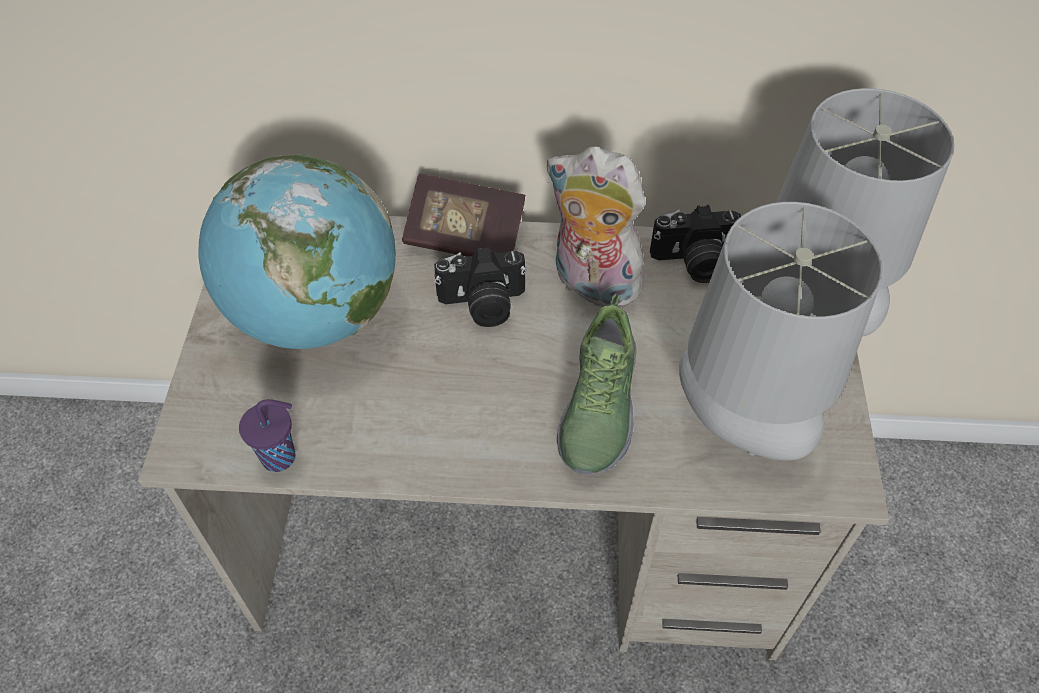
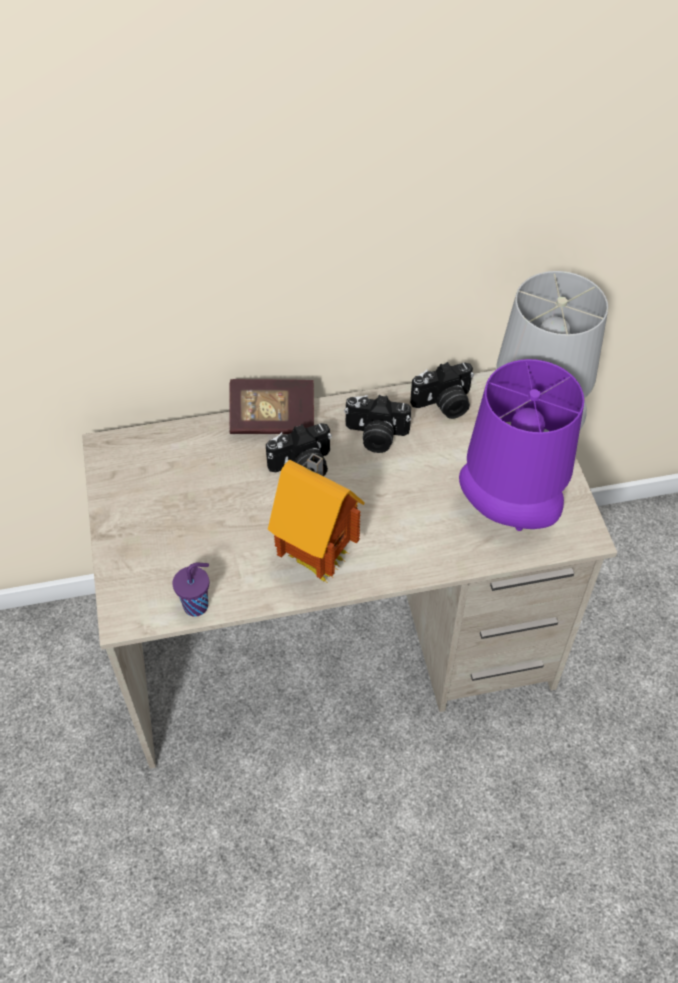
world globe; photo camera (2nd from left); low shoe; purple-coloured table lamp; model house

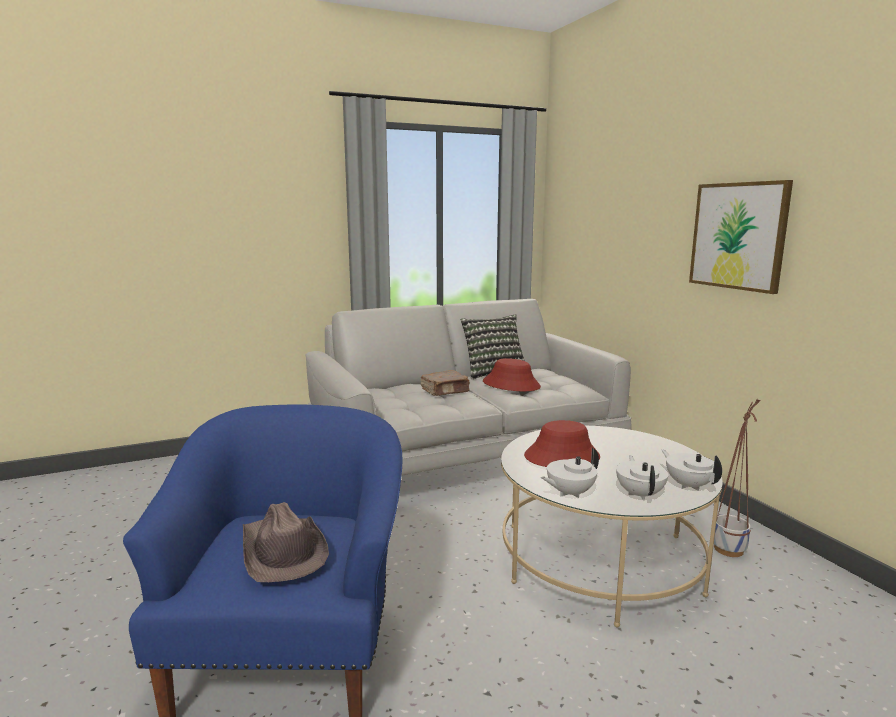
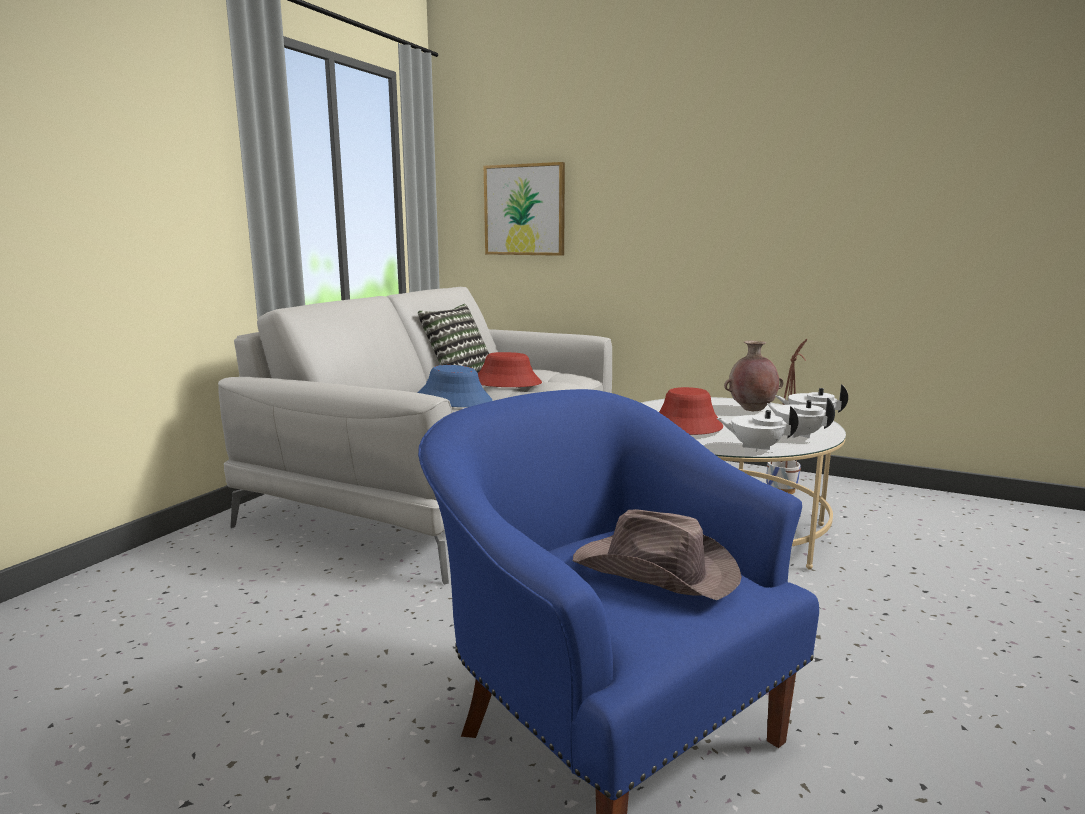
blue-coloured clothing hat; white-coloured teapot (1st from left); wall picture; brown-coloured flower vase

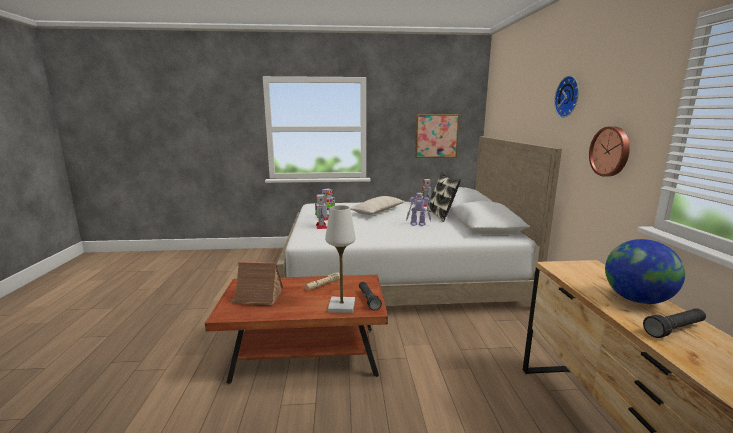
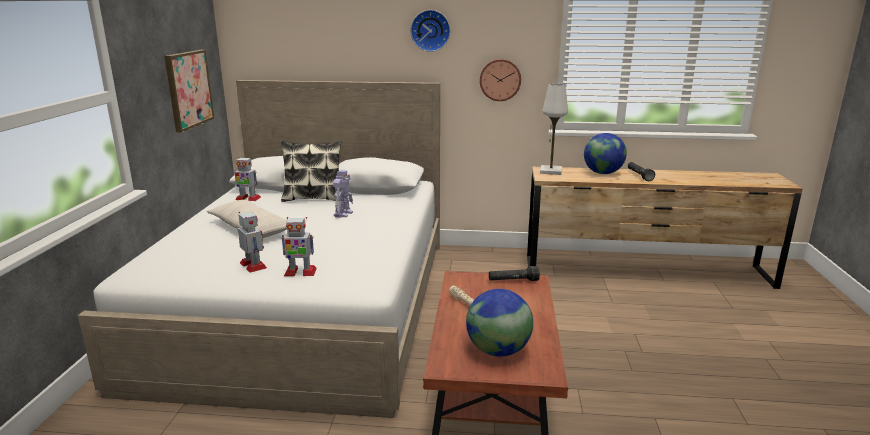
world globe (1st from left); white-coloured table lamp

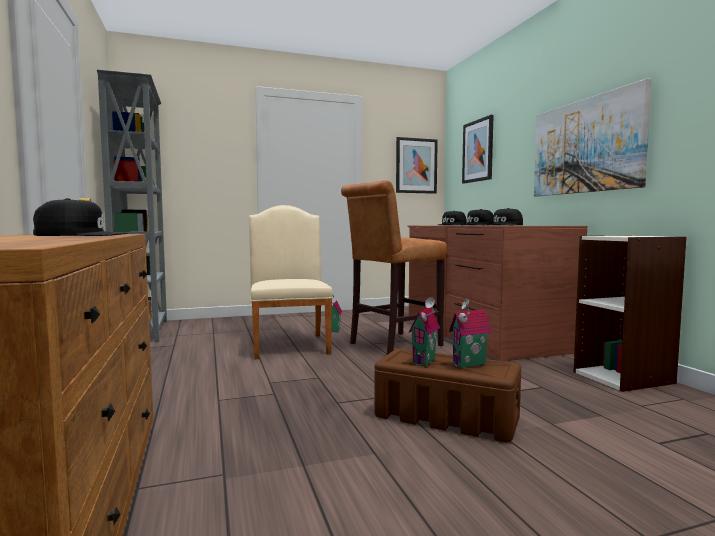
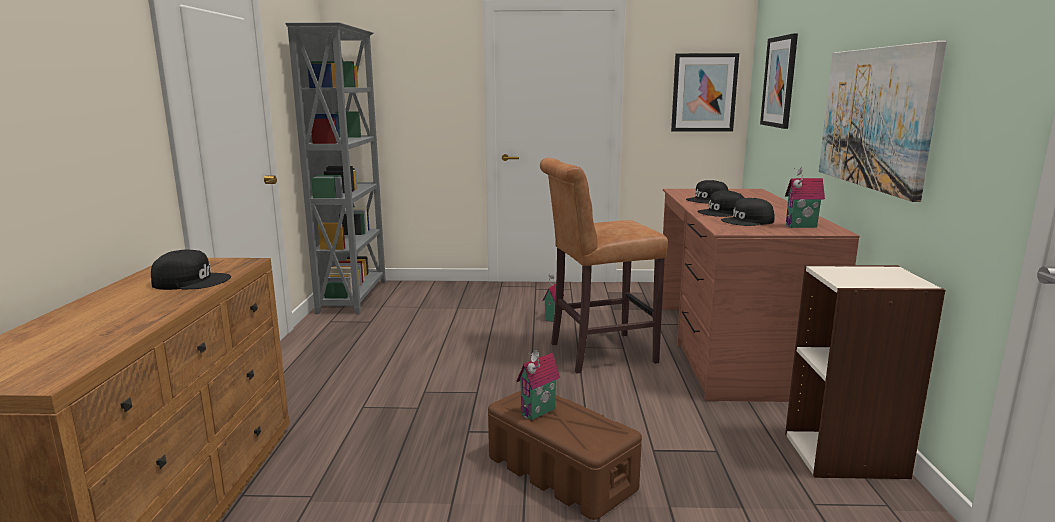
beige-coloured upright chair; model house (3rd from left)

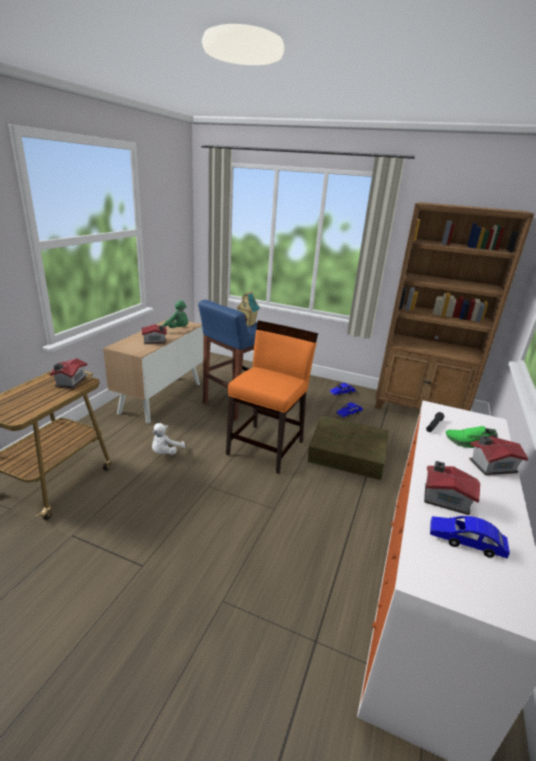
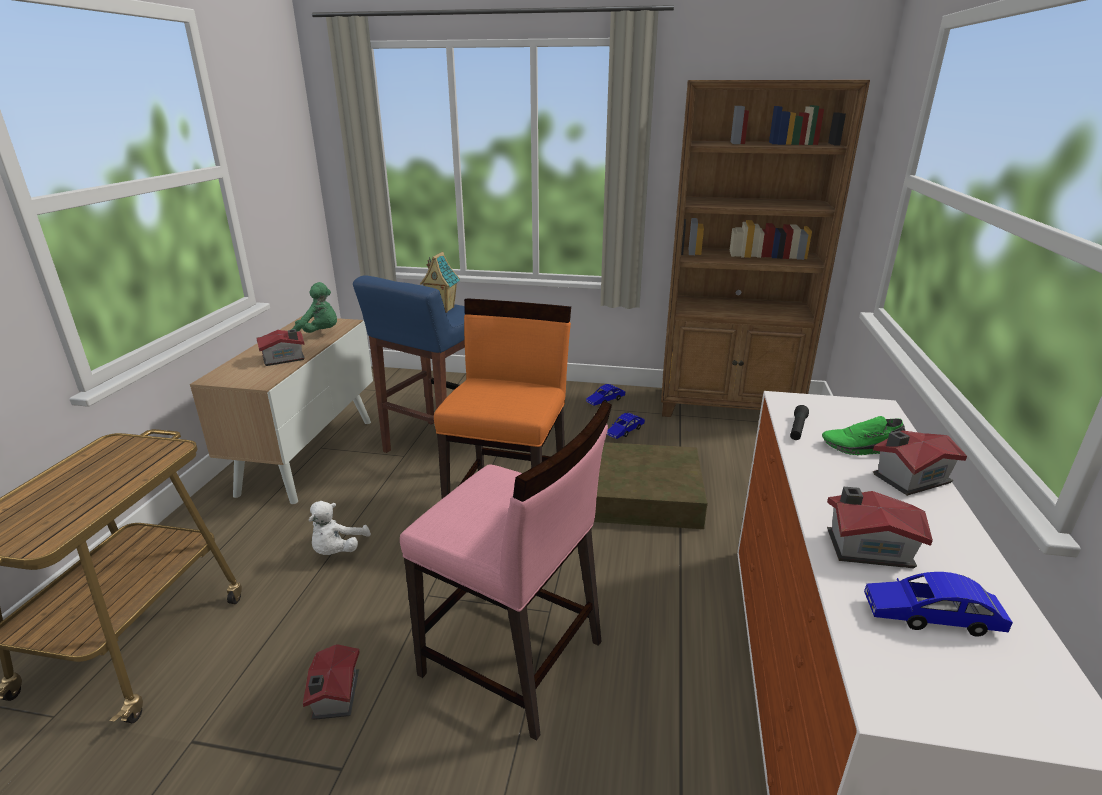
model house (2nd from left); pink upright chair

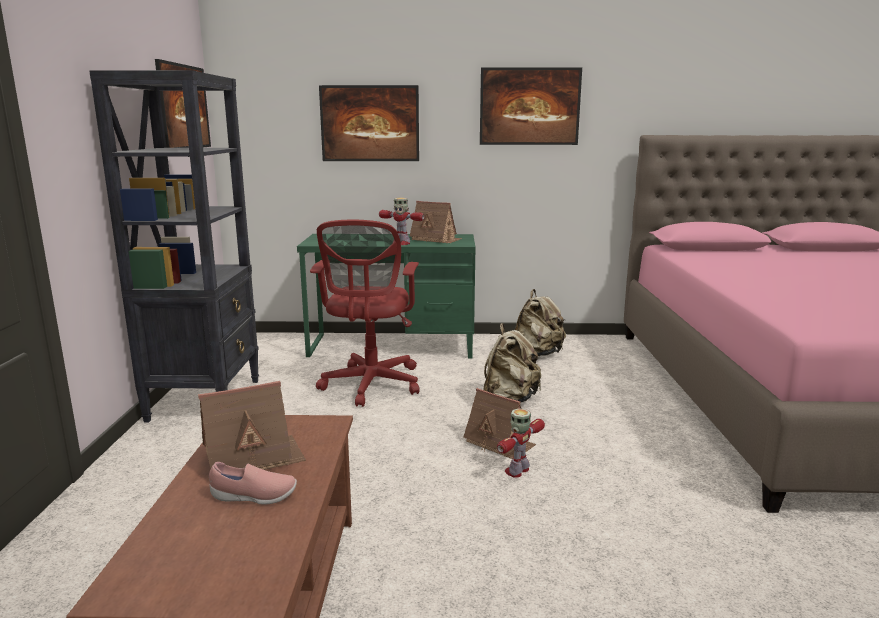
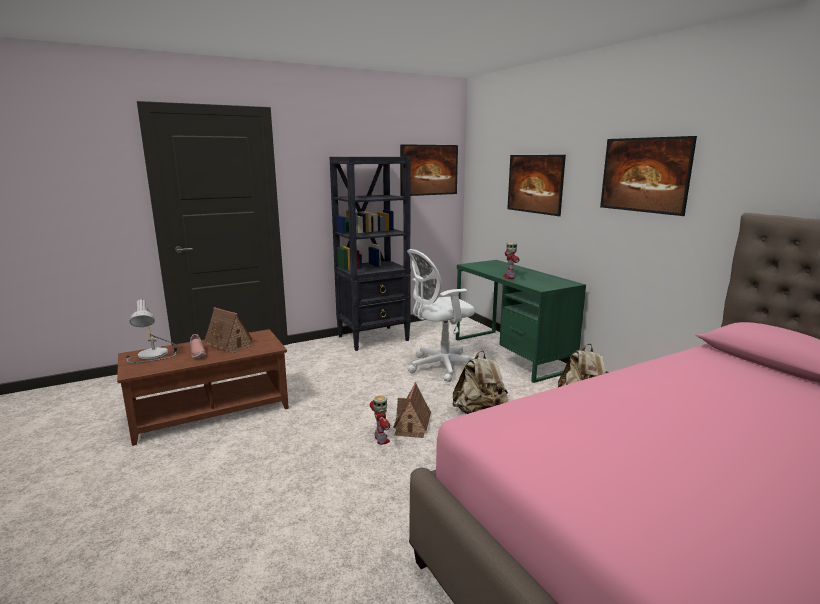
white-coloured office chair; model house (2nd from left in the first image); robot figure (1st from left); table lamp

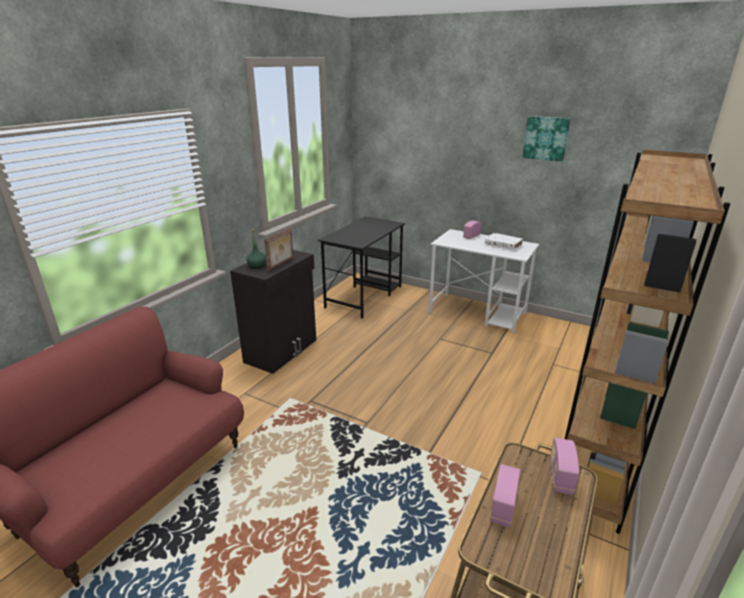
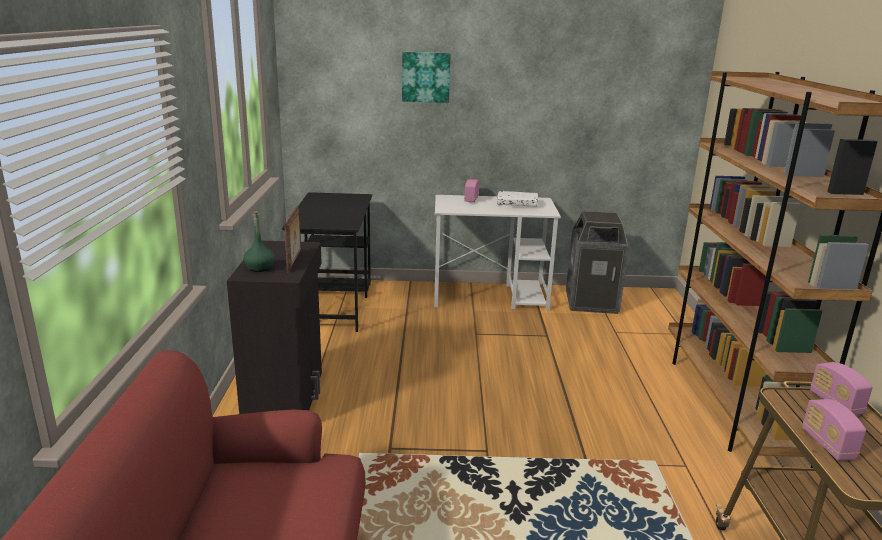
wall picture; trash can

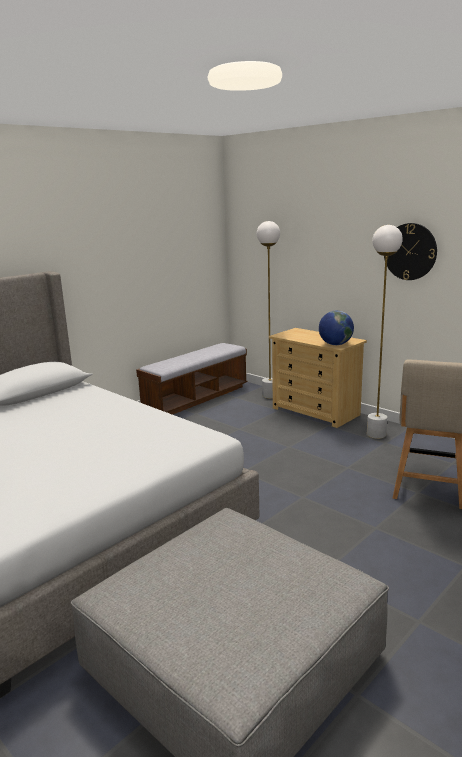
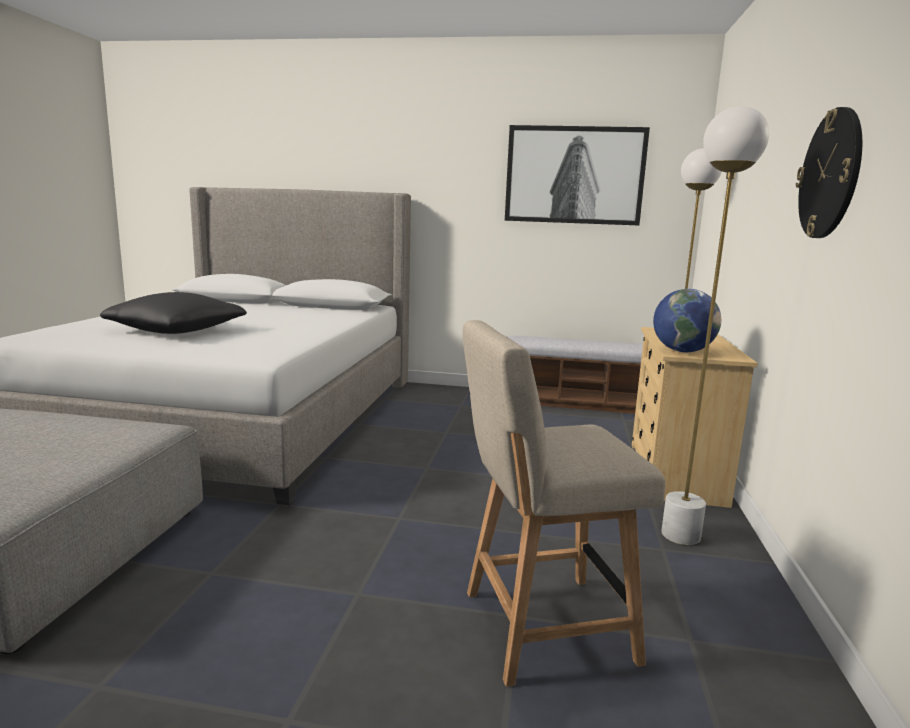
black cushion; wall picture

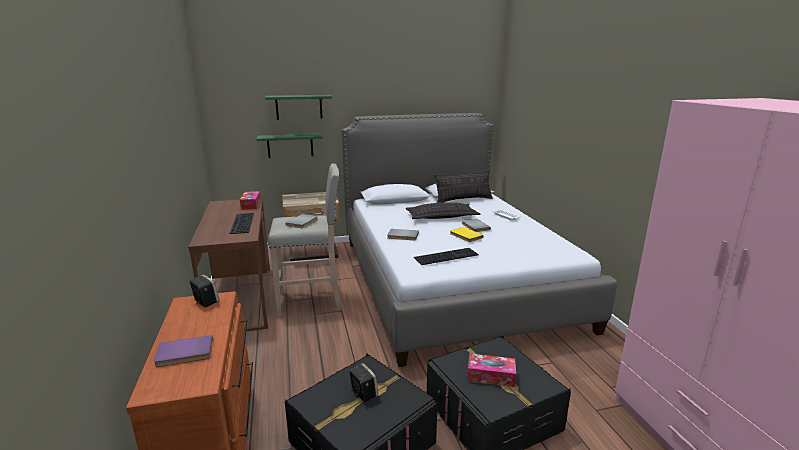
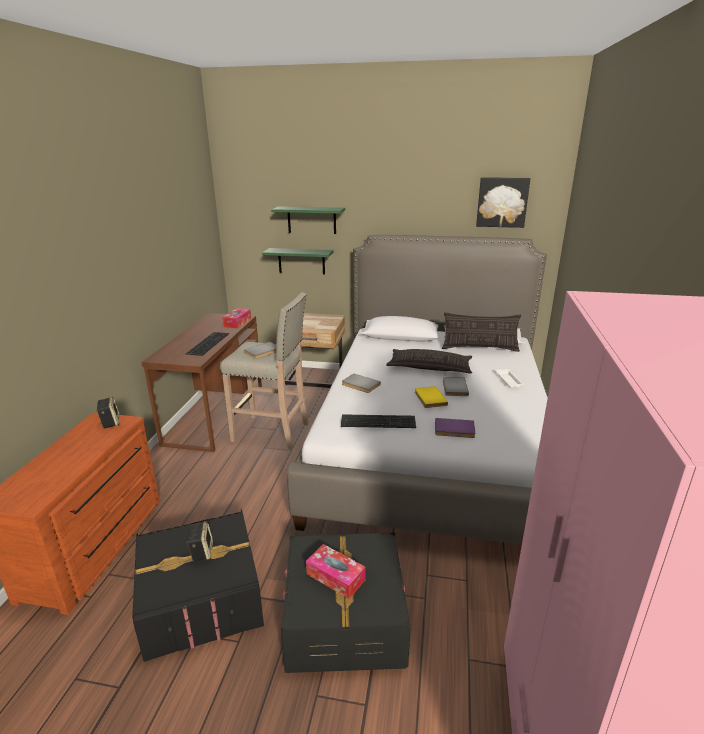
purple-coloured book; wall picture

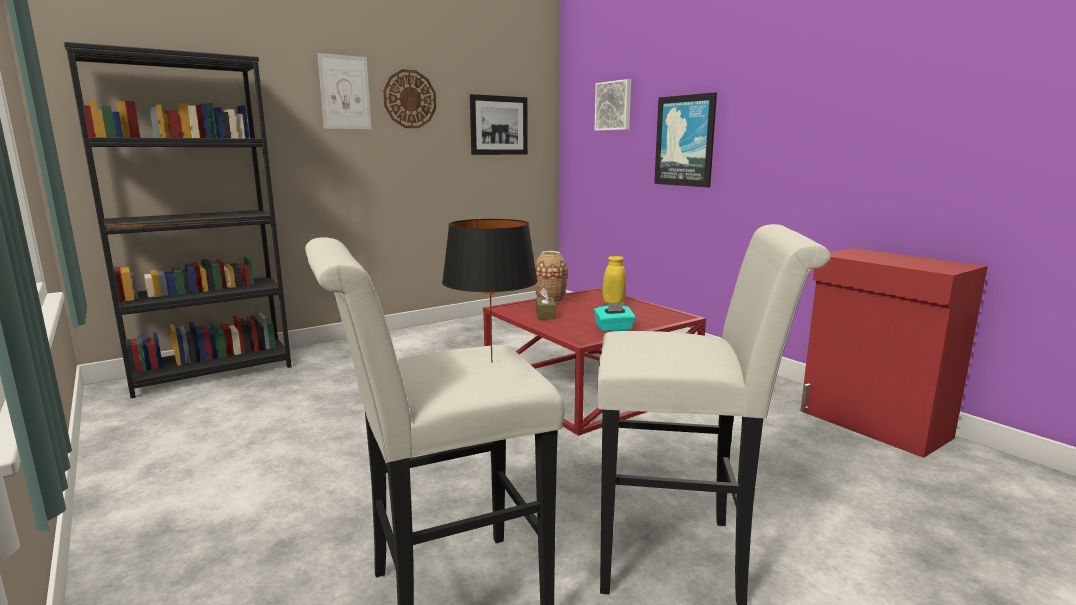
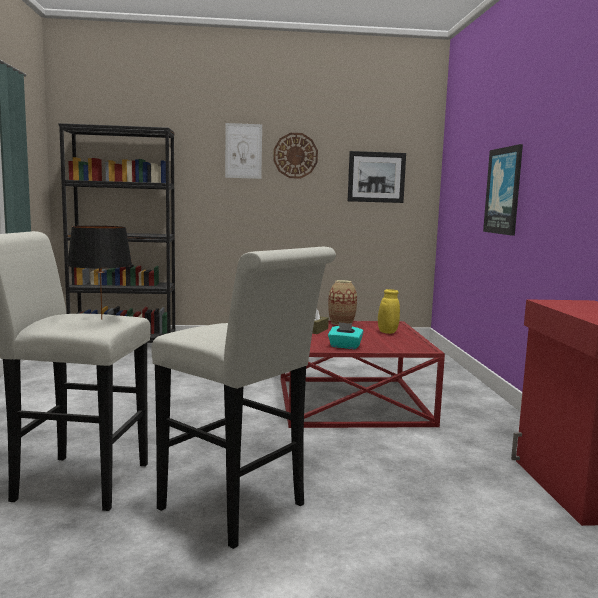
wall picture (3rd from left in the first image)

